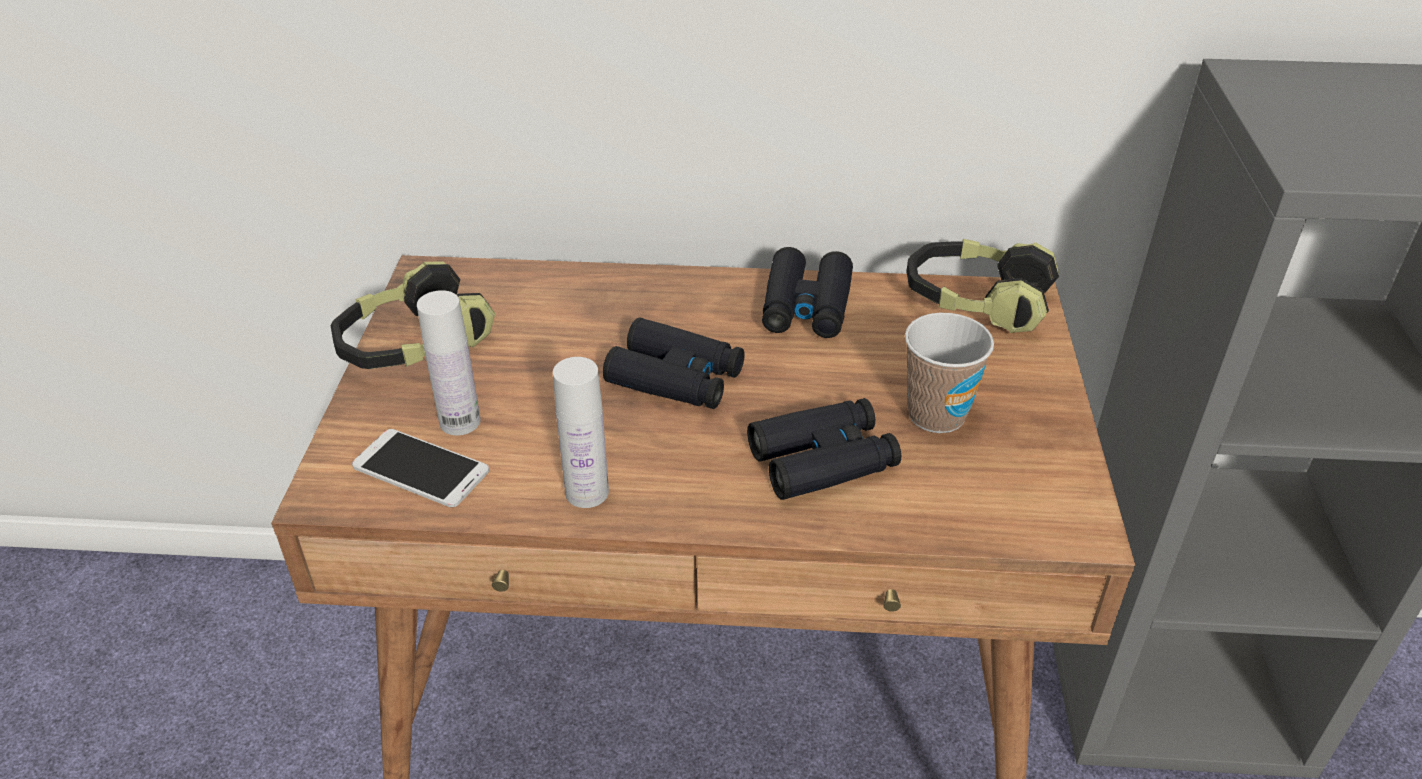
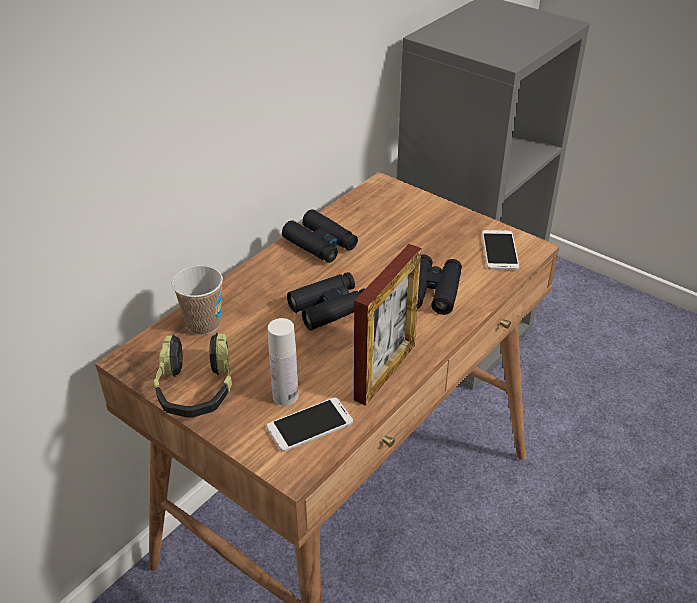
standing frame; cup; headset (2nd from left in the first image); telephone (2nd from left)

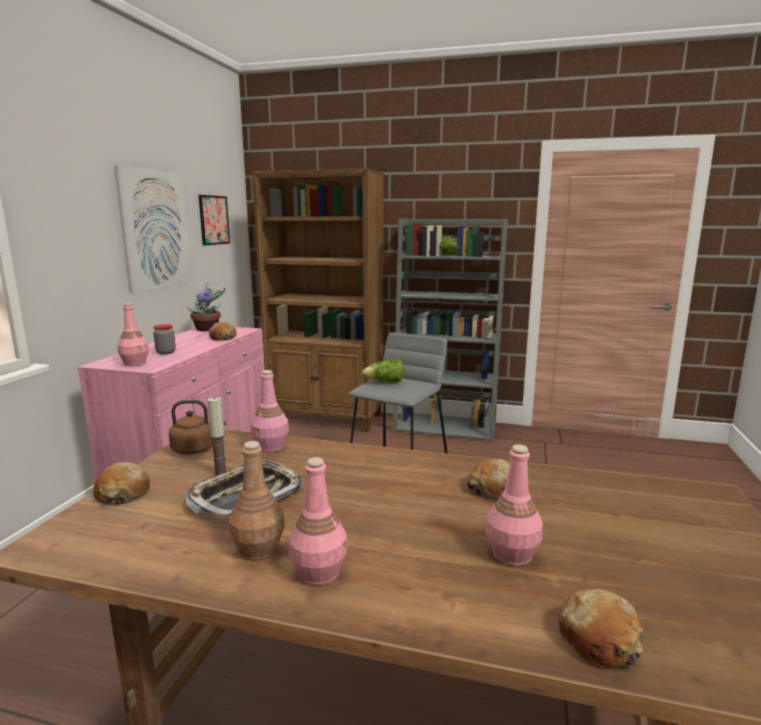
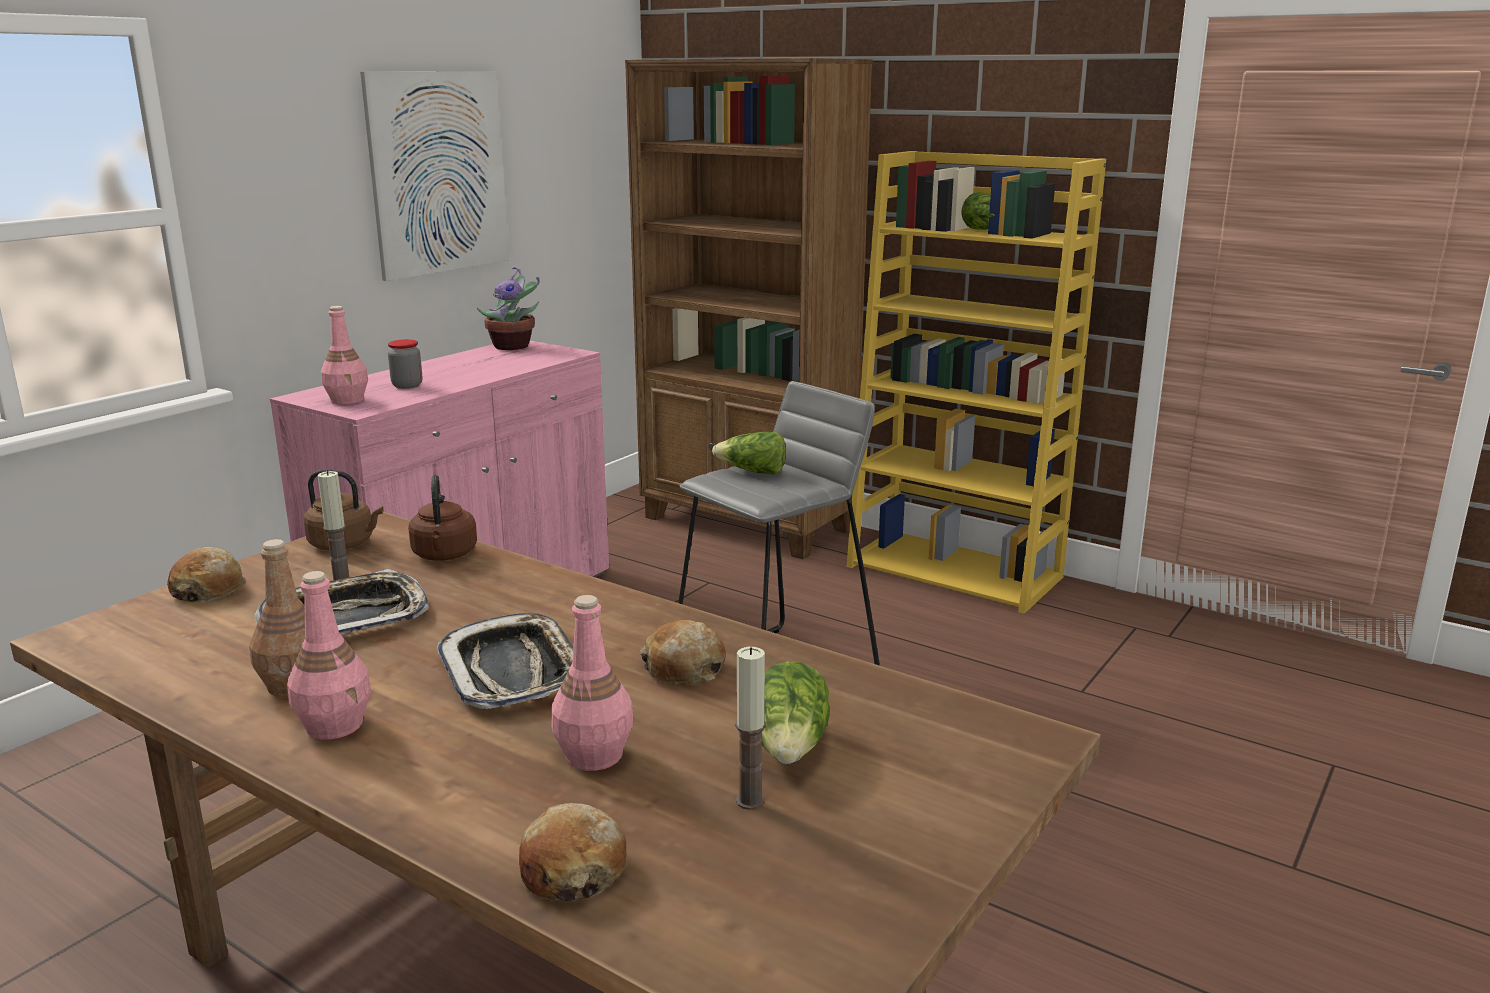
wall picture (2nd from left in the first image); bakery bread (2nd from left in the first image); brown-coloured water kettle (2nd from left); yellowish bookcase; serving tray (2nd from left); wax candle (2nd from left); lettuce head (2nd from left)

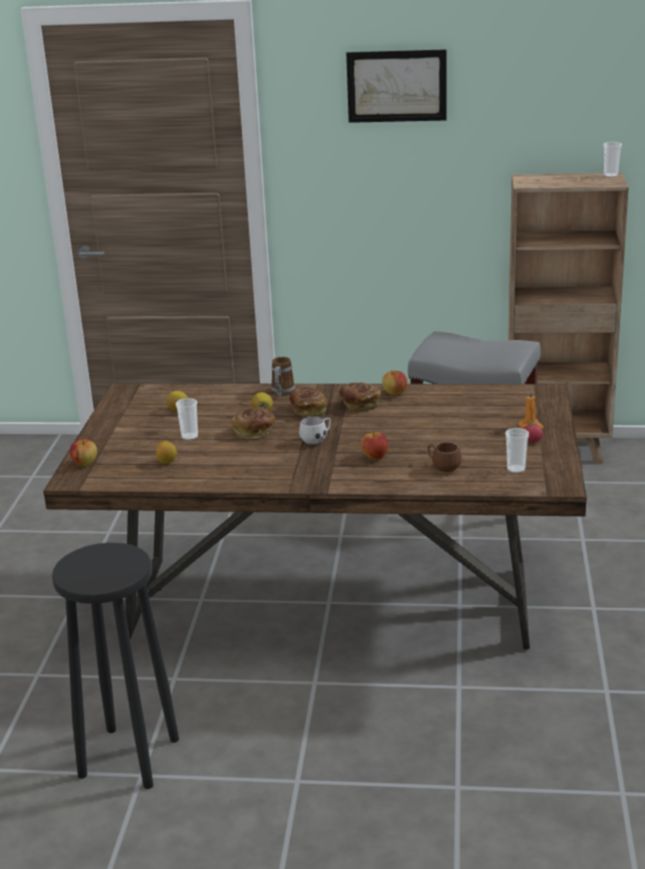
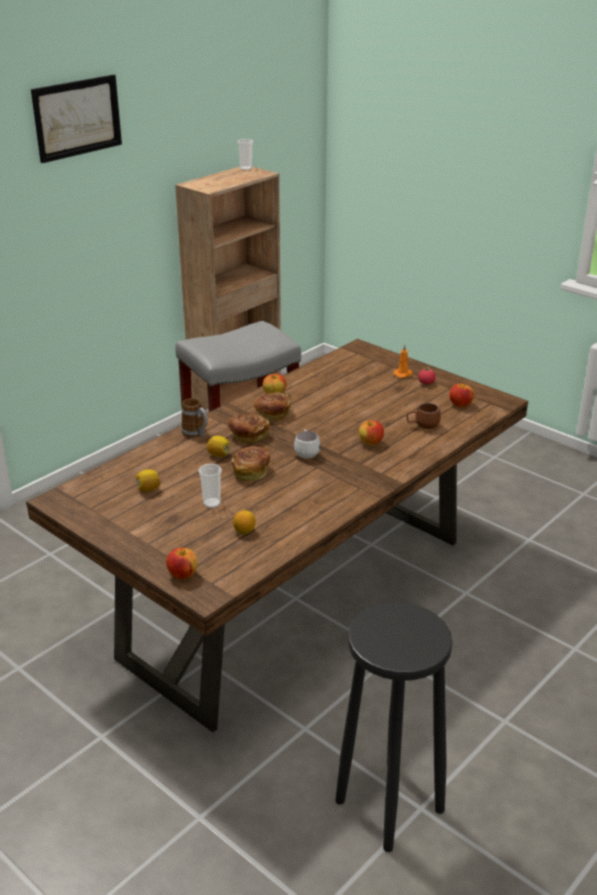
apple fruit (4th from left)

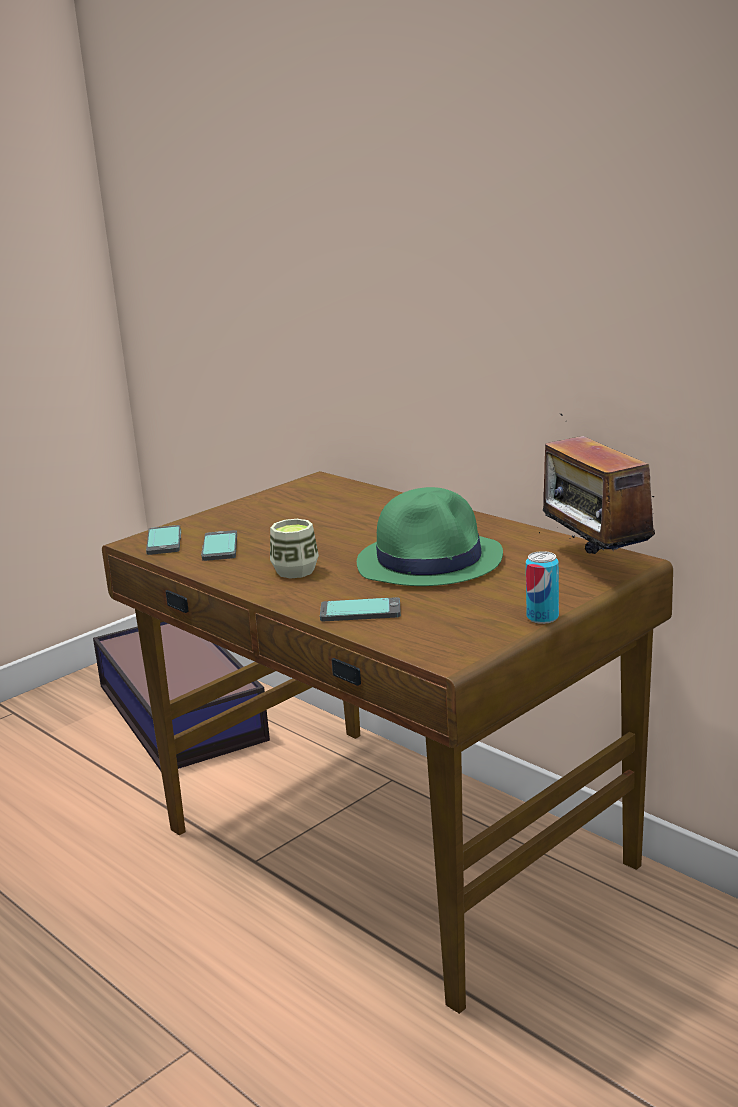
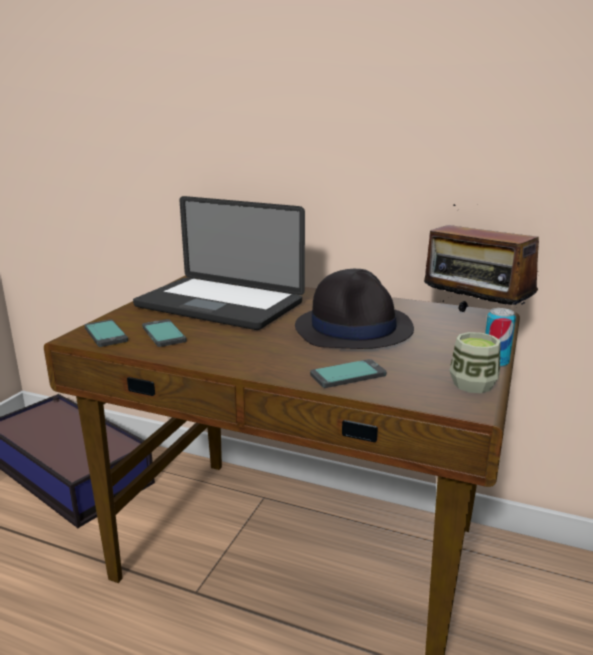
cup; black clothing hat; laptop

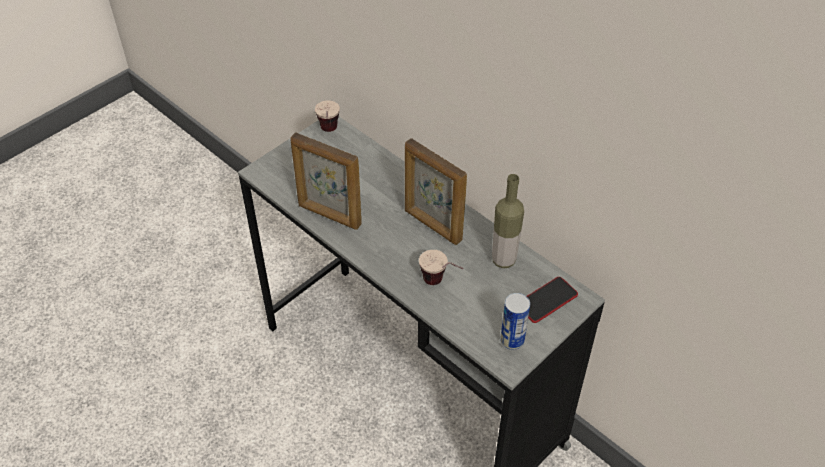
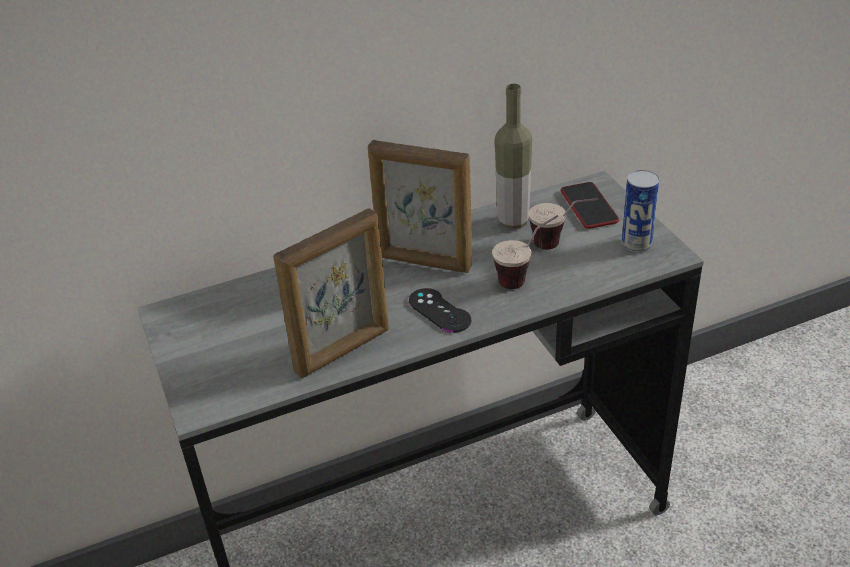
cup (2nd from left); standing frame (2nd from left); black joypad

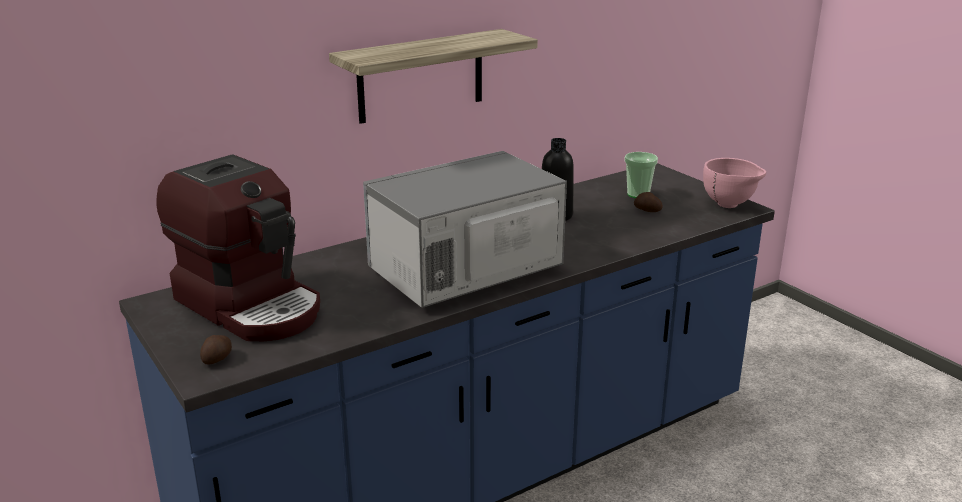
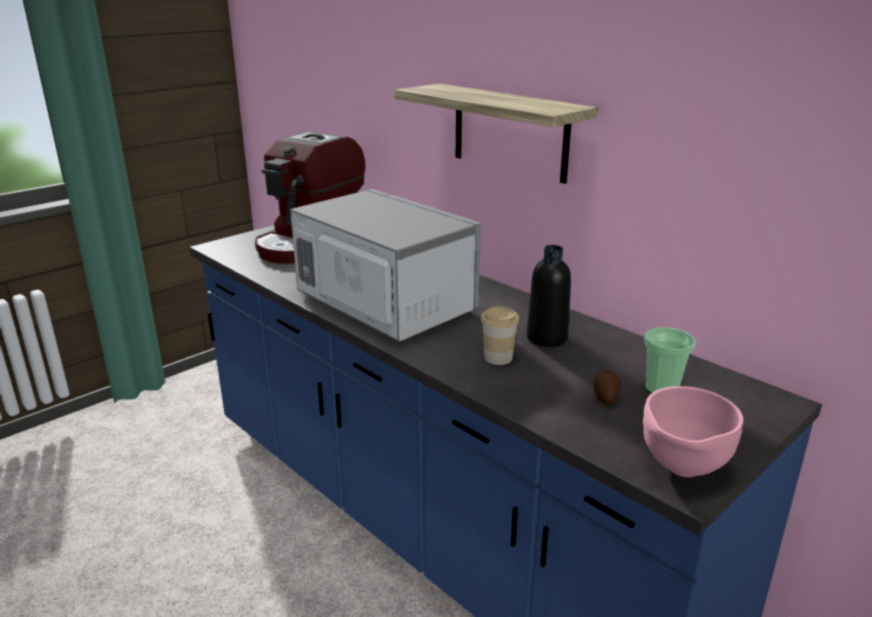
whole potato (1st from left in the first image); cup (1st from left)

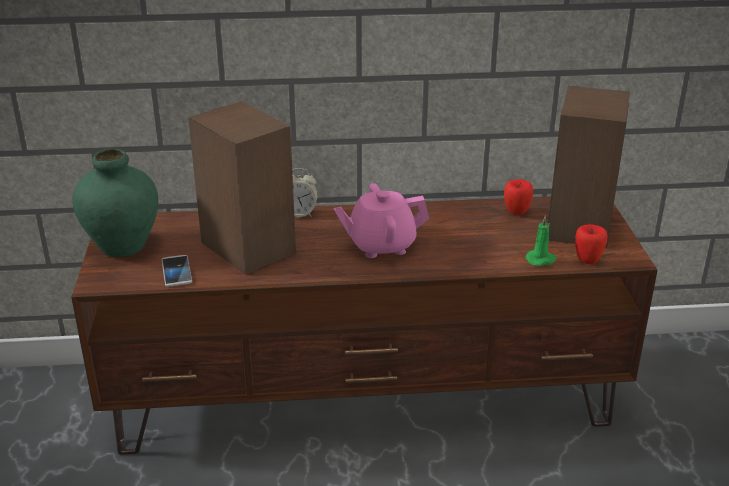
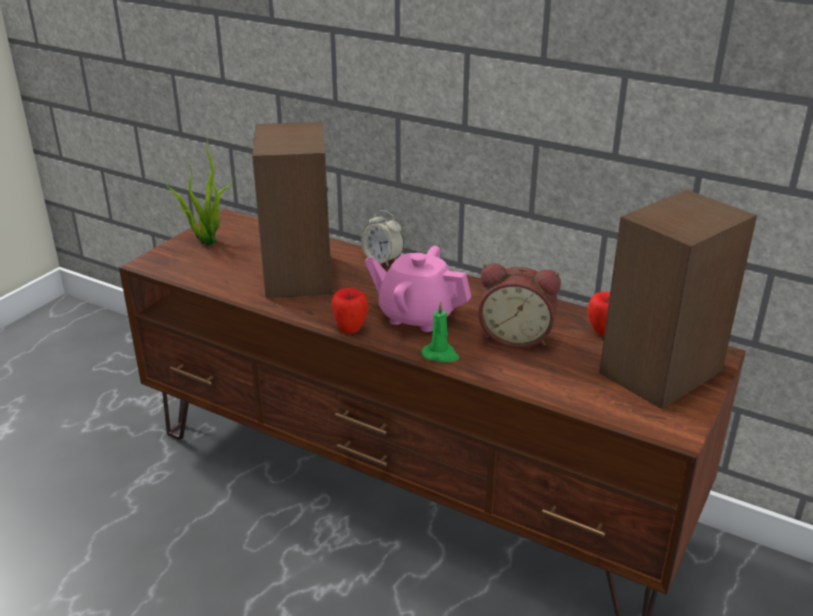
potted plant; telephone; green-coloured wax candle; apple fruit (1st from left); table clock (2nd from left)

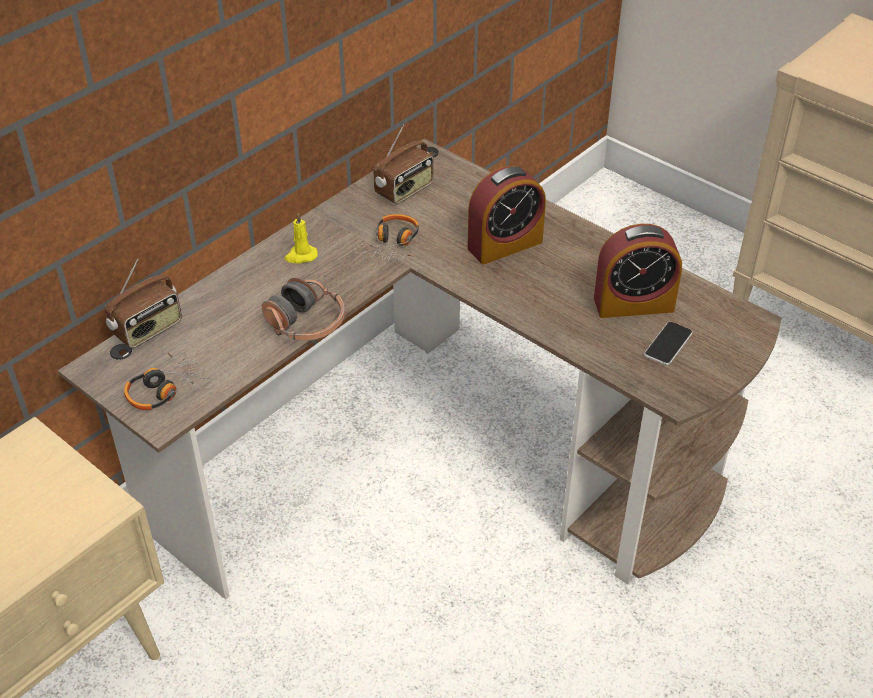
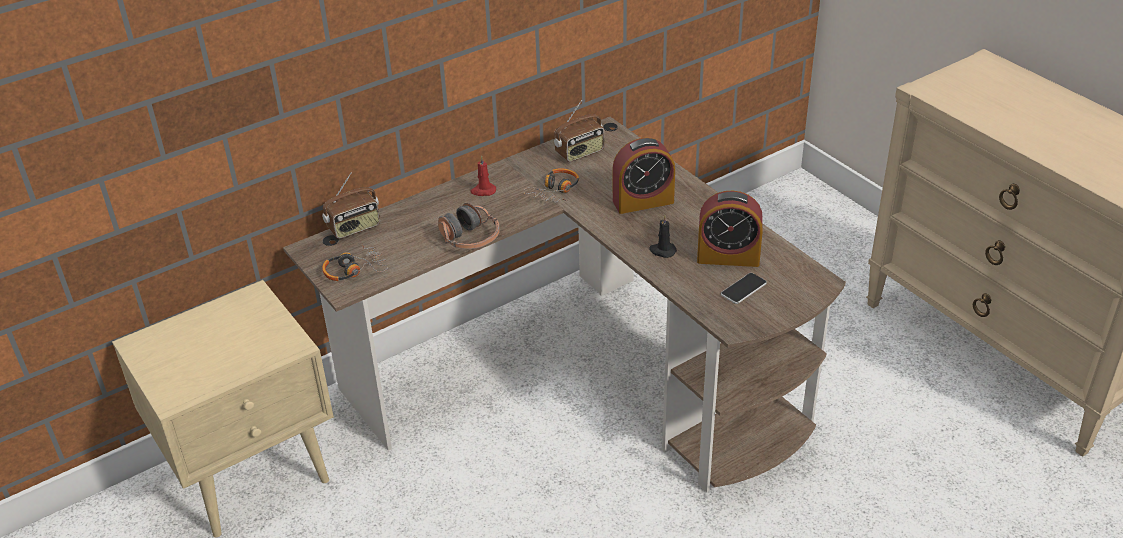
red-coloured wax candle; black wax candle

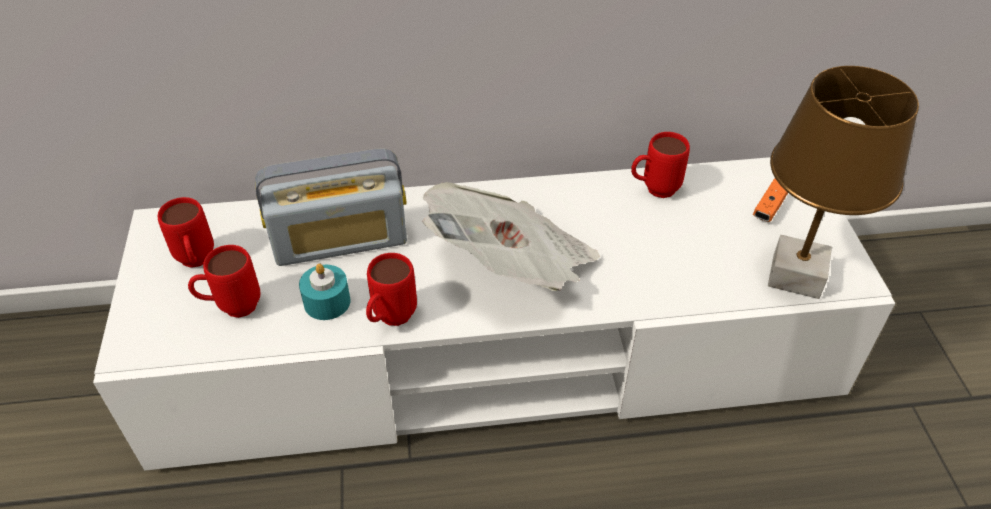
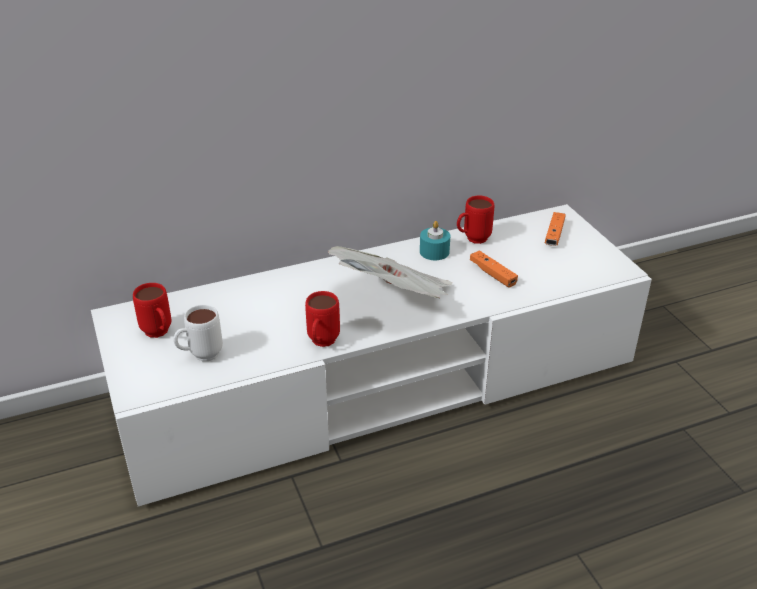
white-coloured tea mug; radio; blue-green wax candle; brown-coloured table lamp; orange joypad (1st from left)

